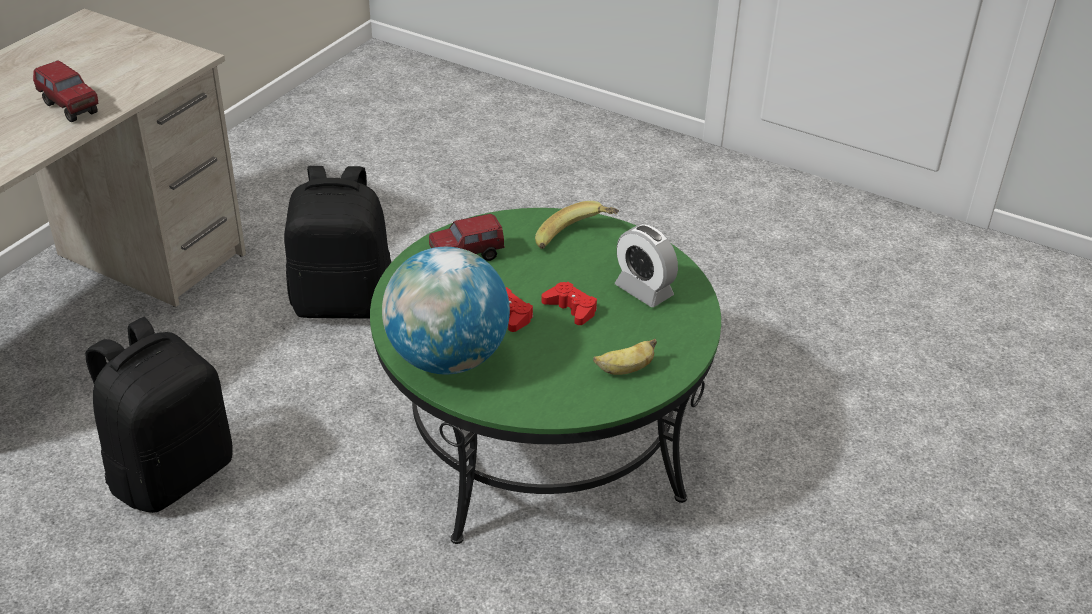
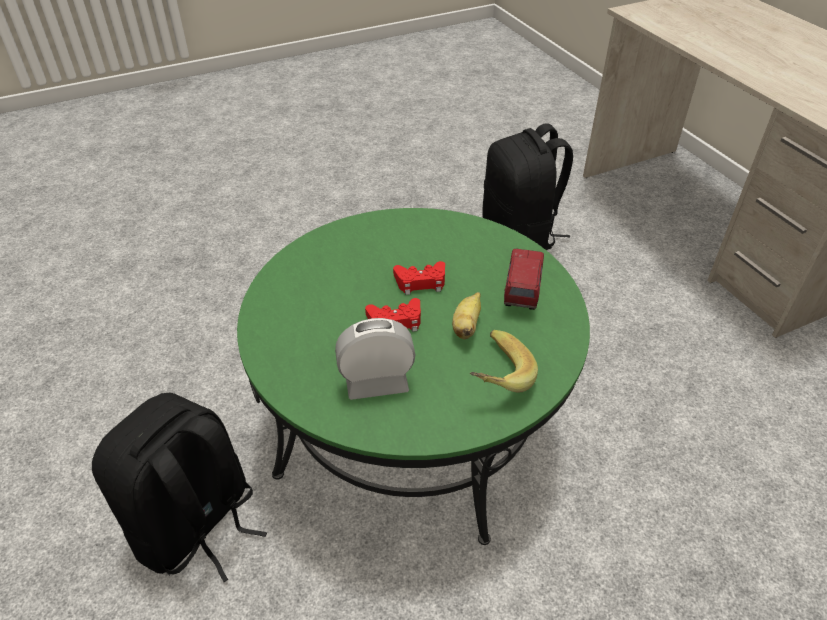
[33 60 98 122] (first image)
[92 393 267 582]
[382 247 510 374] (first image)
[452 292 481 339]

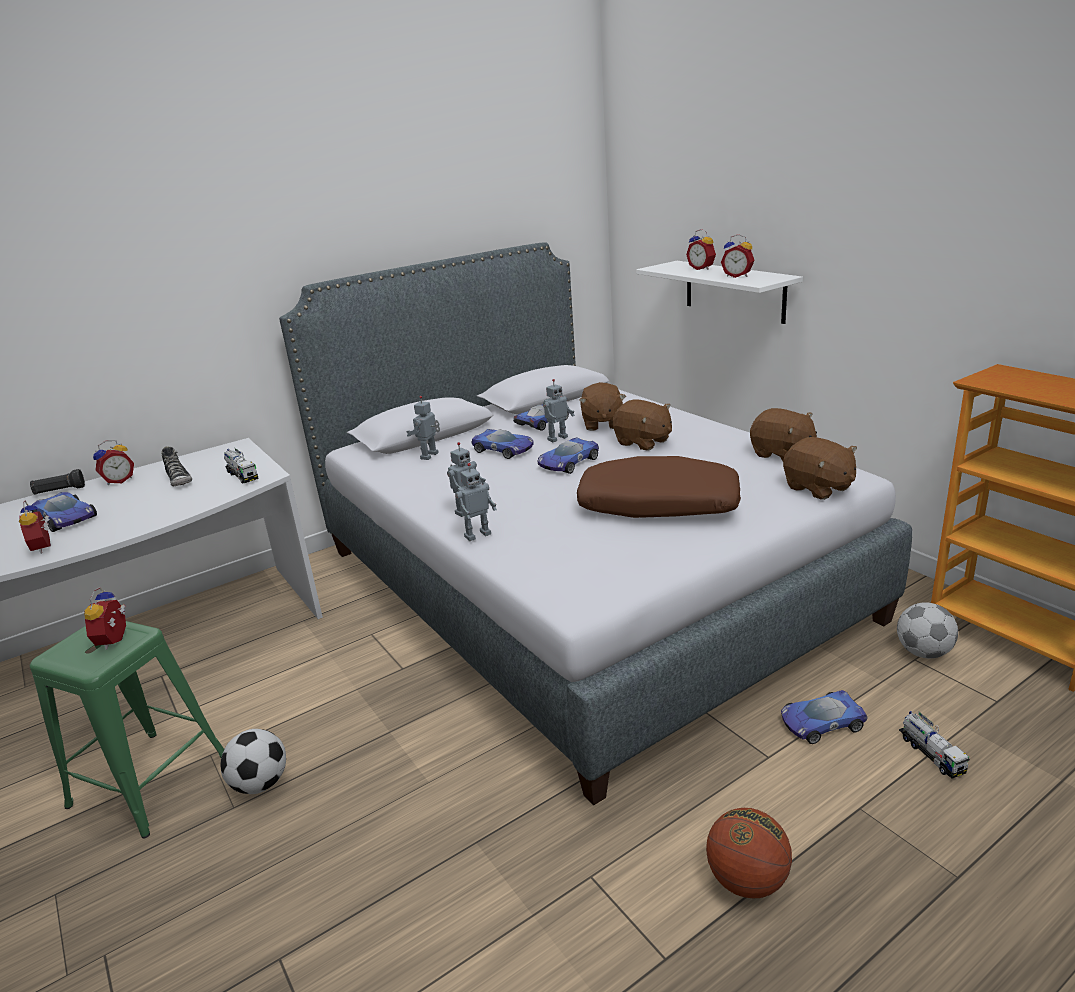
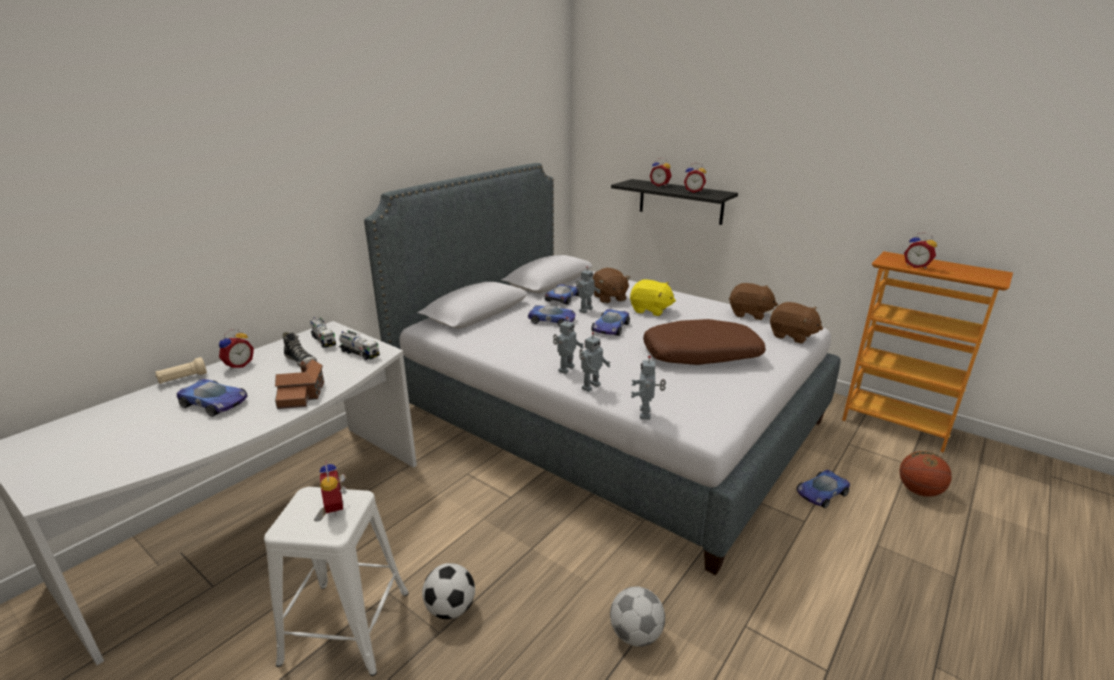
[611 179 738 225]
[631 356 666 420]
[630 280 676 316]
[155 357 207 384]
[904 233 937 269]
[610 586 665 647]
[264 487 409 676]
[310 317 336 348]
[899 451 952 497]
[275 359 324 409]

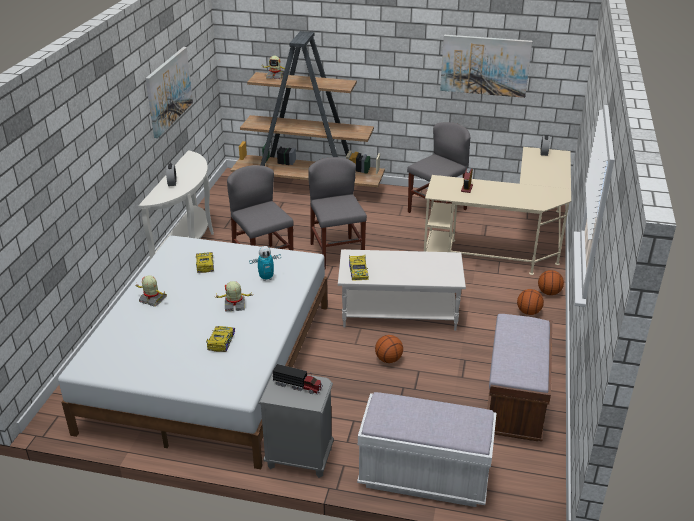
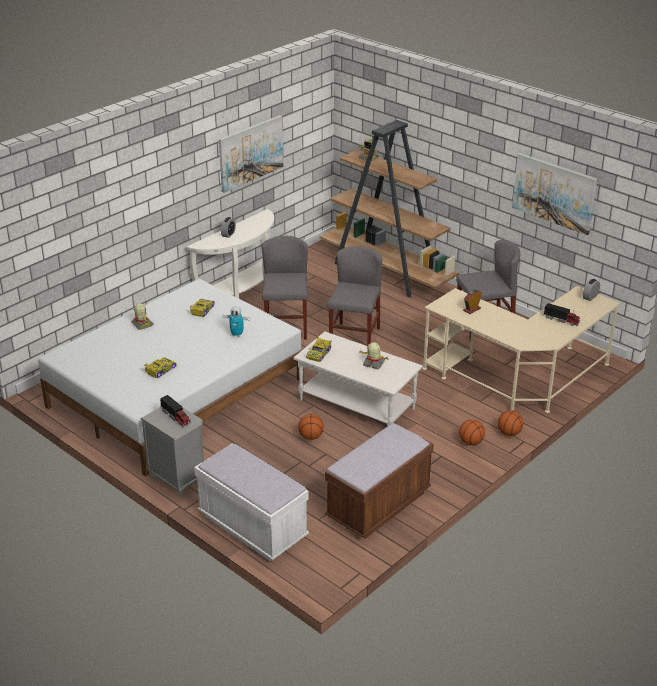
[359 342 388 370]
[544 303 581 326]

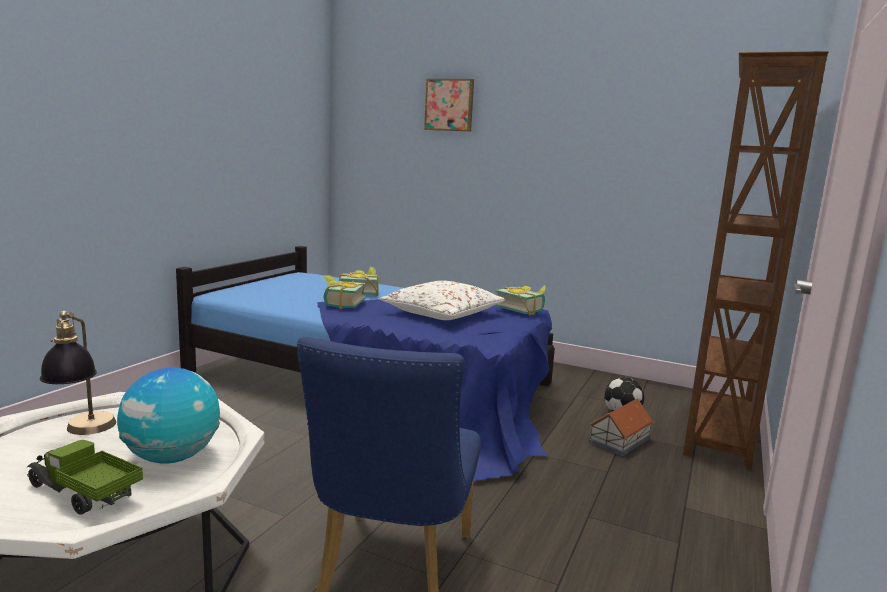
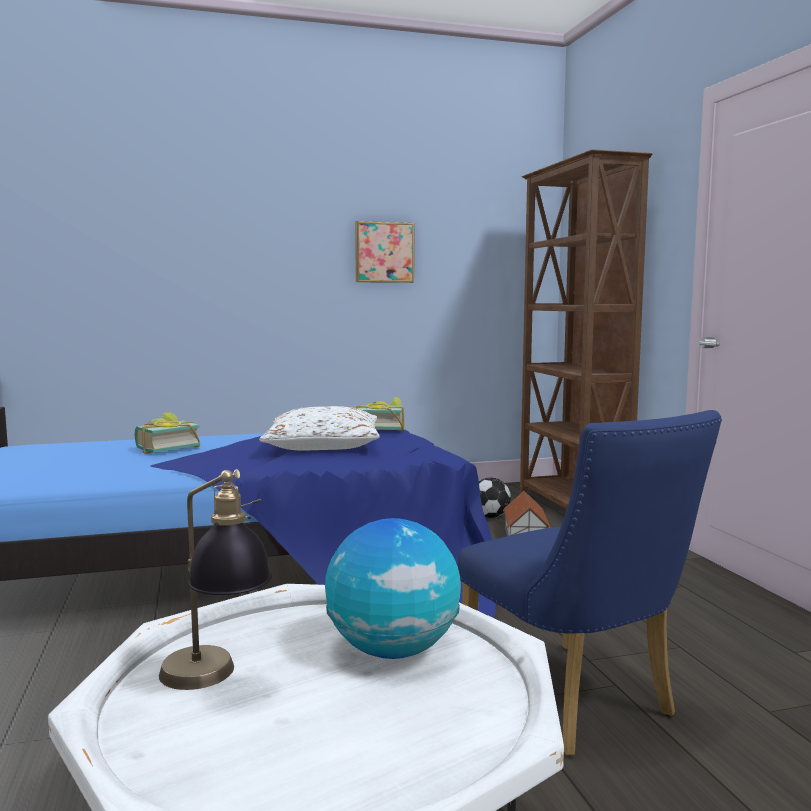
[355 221 414 283]
[323 275 366 309] (first image)
[26 440 143 515] (first image)

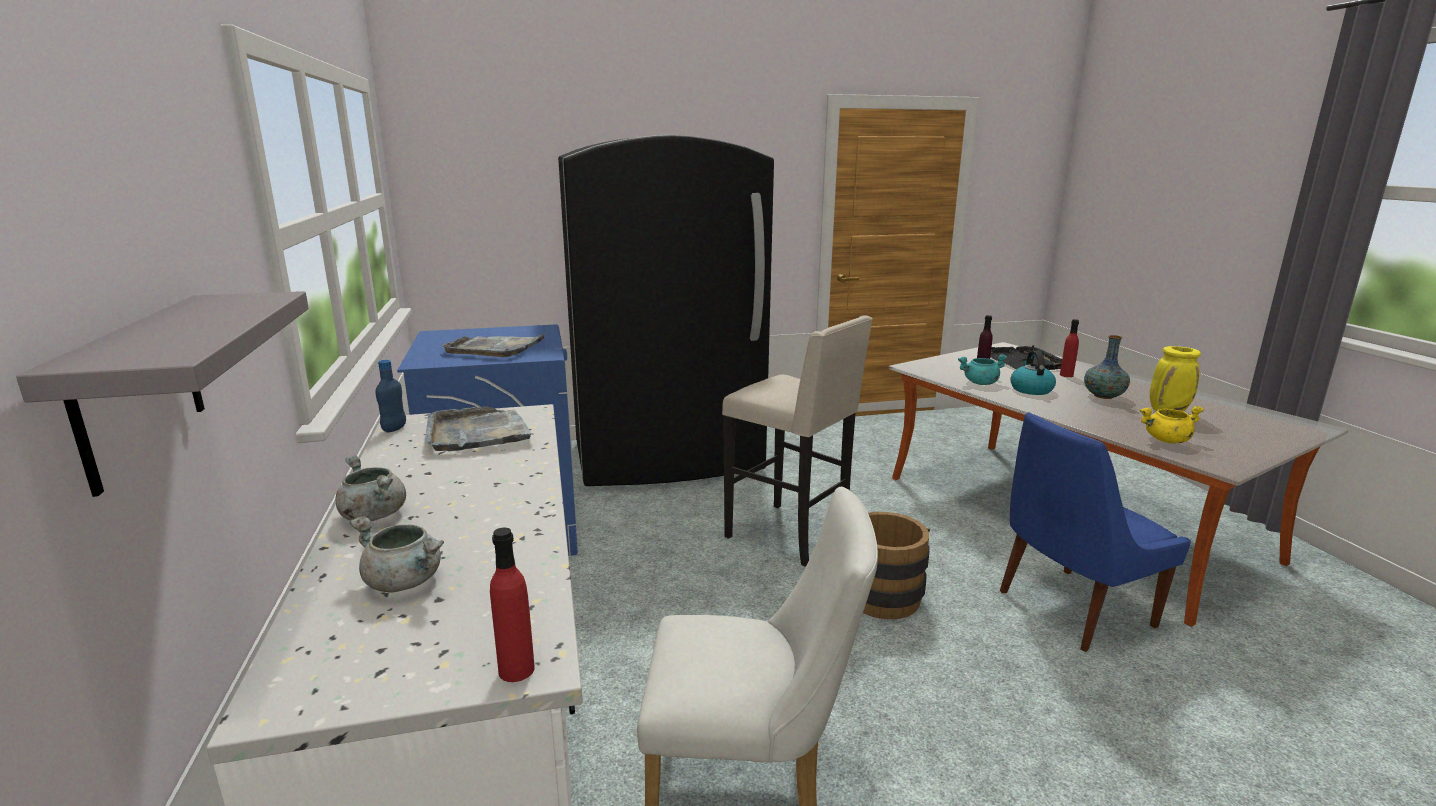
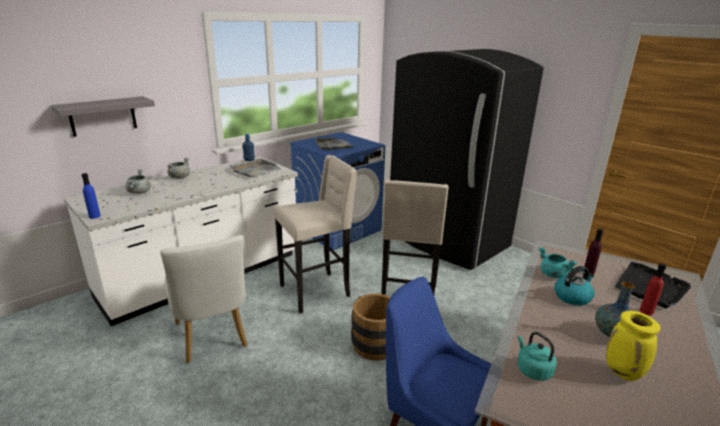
[517 332 557 381]
[81 173 101 219]
[274 155 357 314]

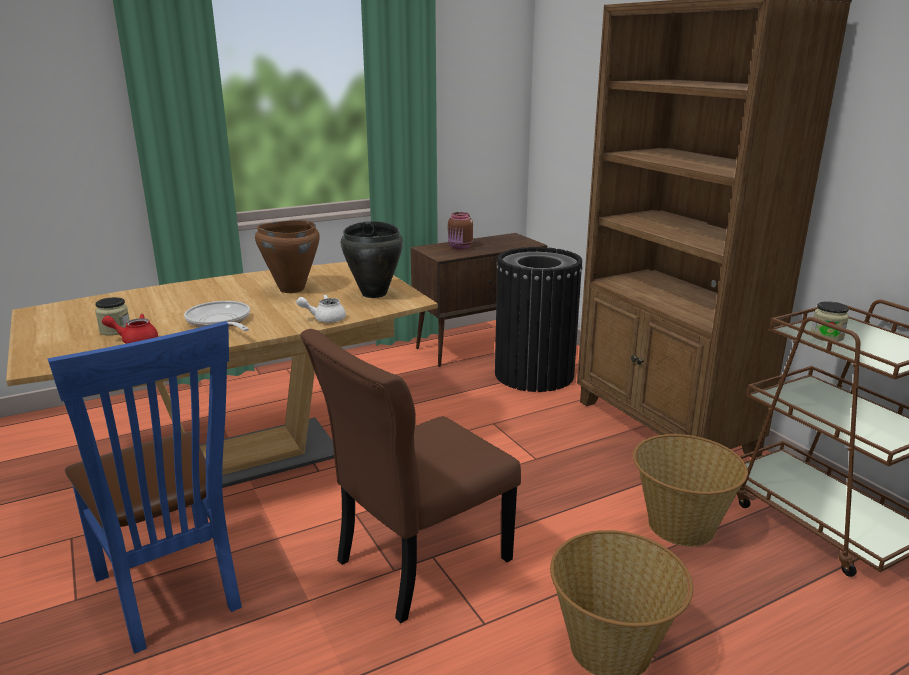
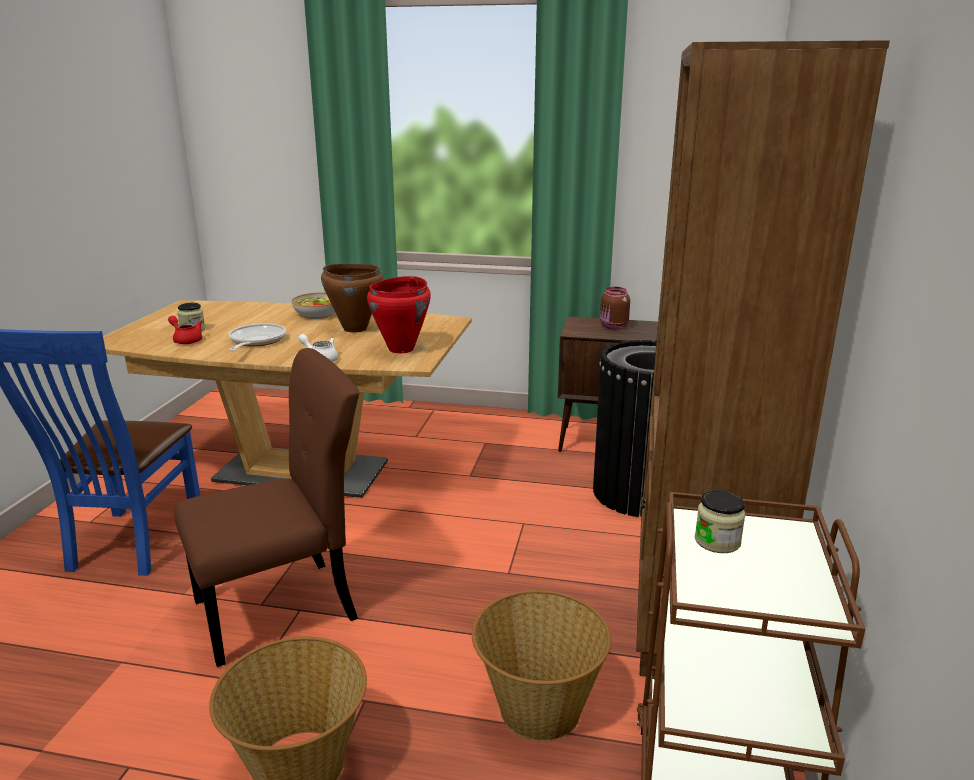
[367 276 431 353]
[174 348 359 667]
[292 292 335 319]

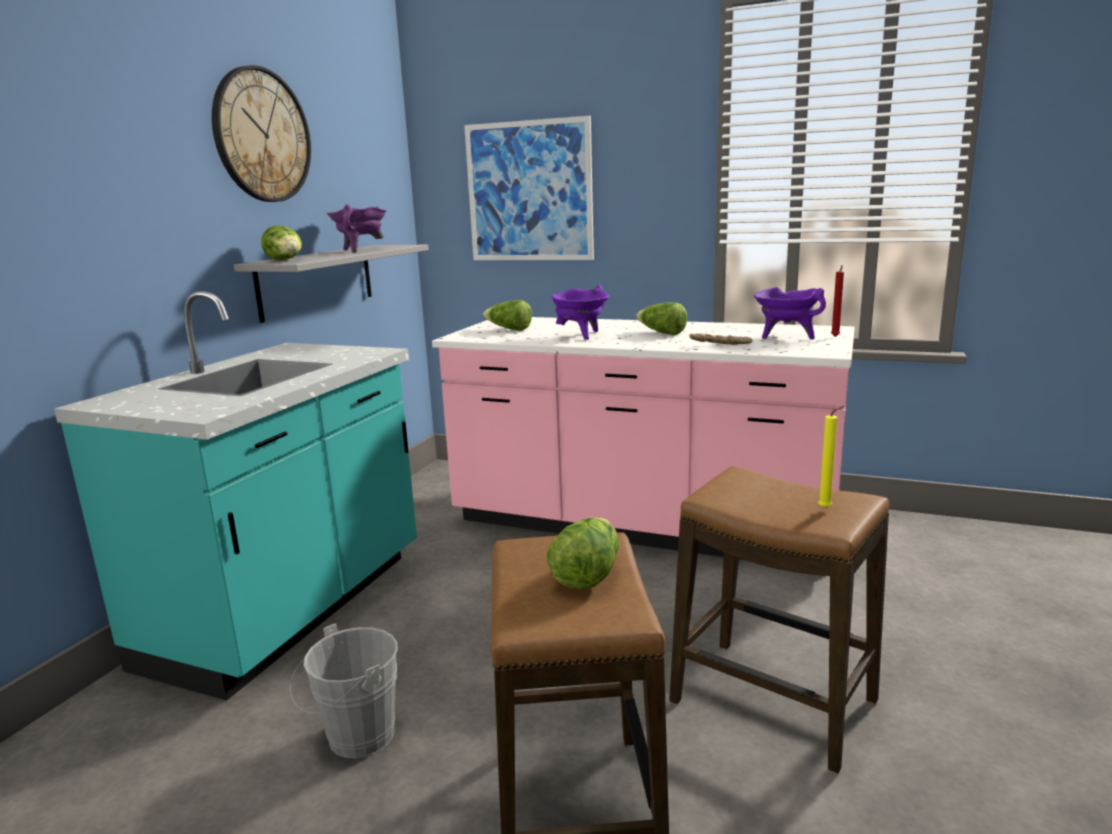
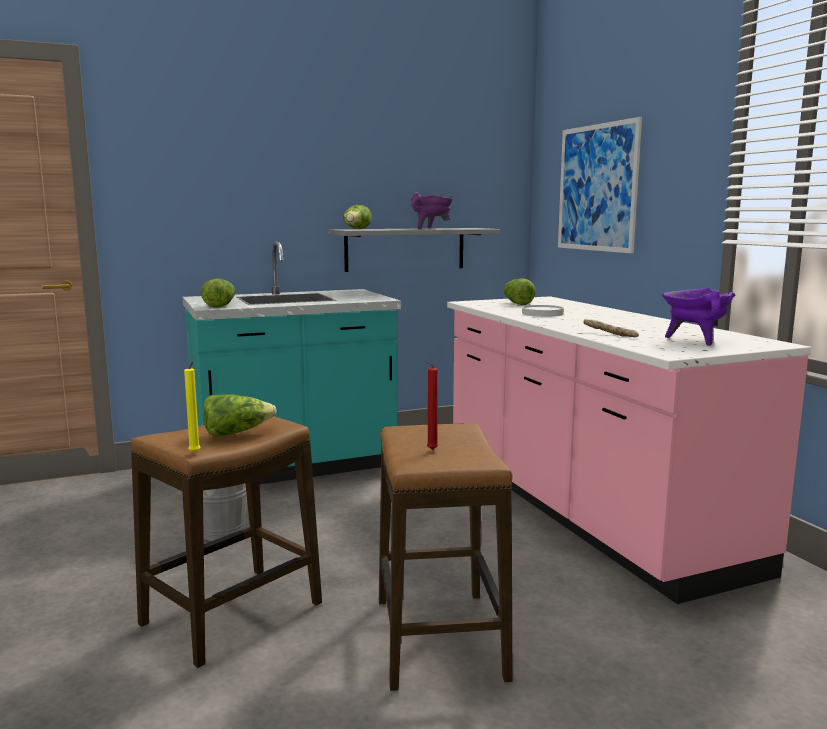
[212 65 311 202] (first image)
[425 361 438 450]
[522 305 564 317]
[201 279 235 308]
[184 361 200 453]

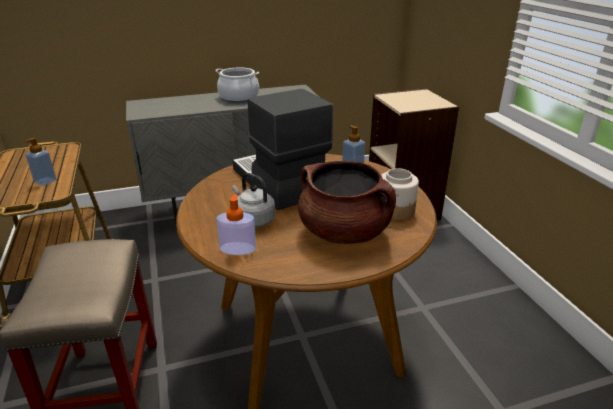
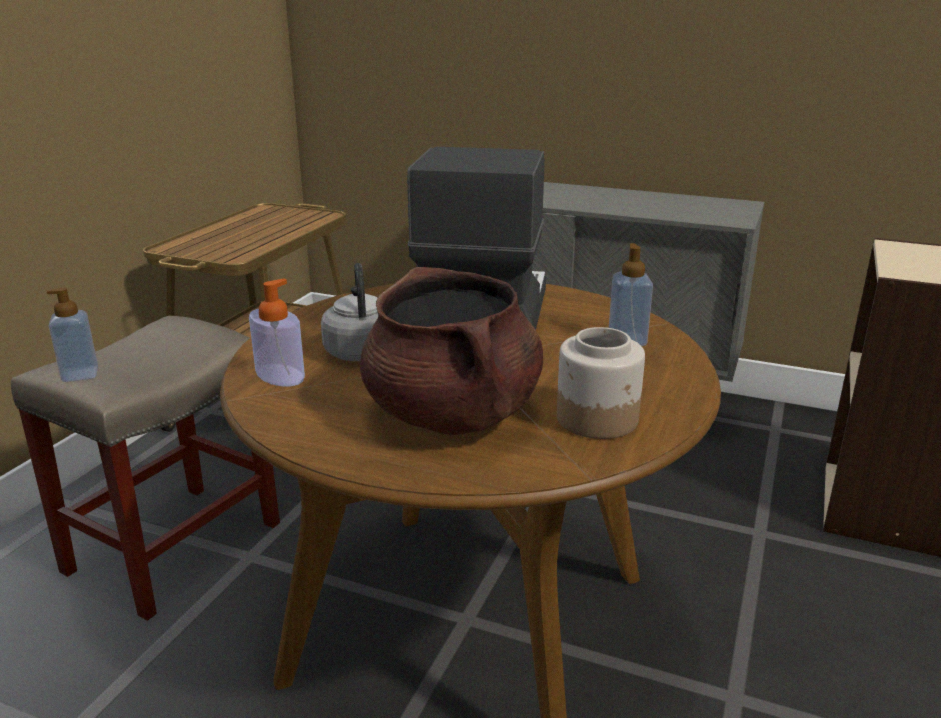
[215 68 259 103] (first image)
[46 288 98 382]

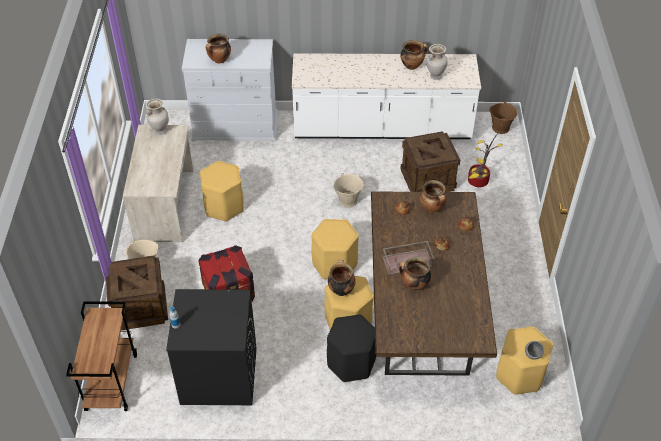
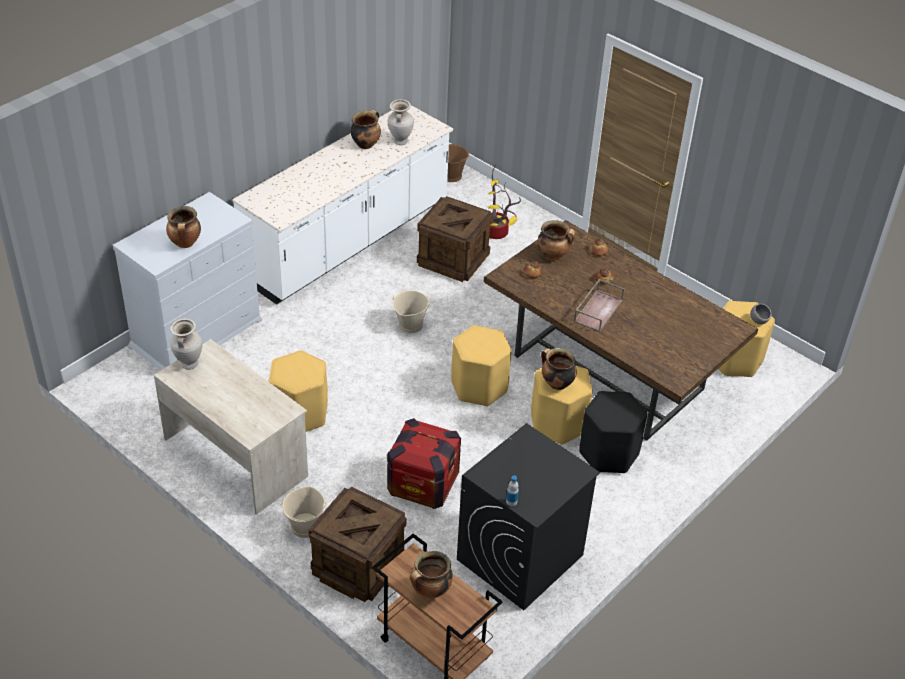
[410 551 453 598]

